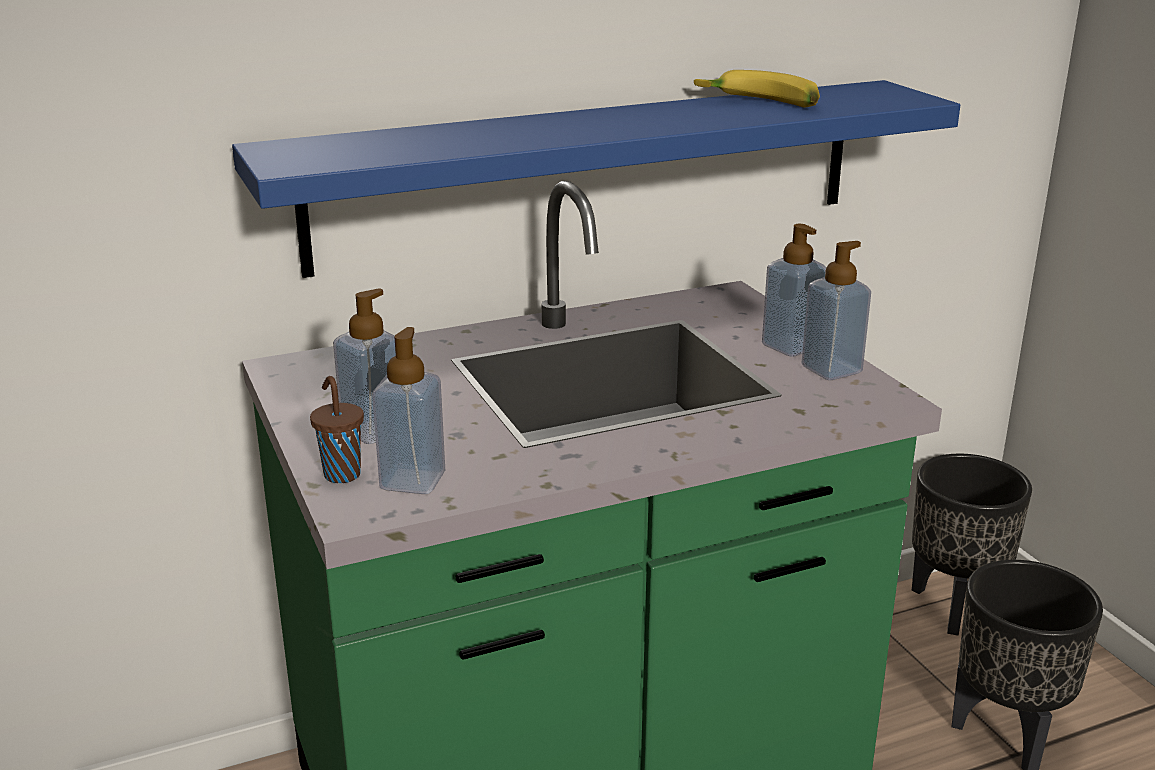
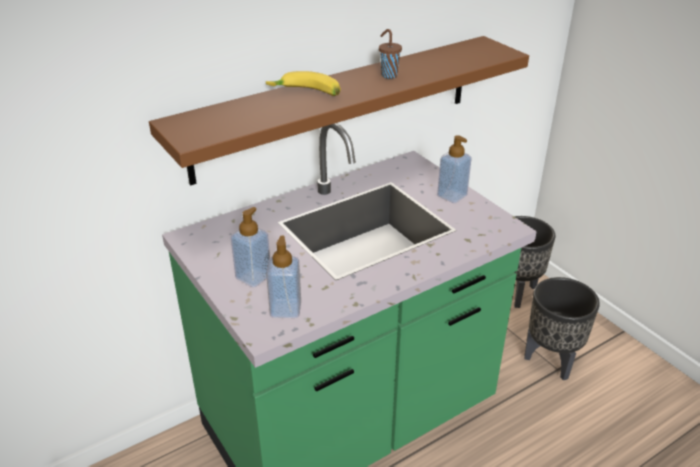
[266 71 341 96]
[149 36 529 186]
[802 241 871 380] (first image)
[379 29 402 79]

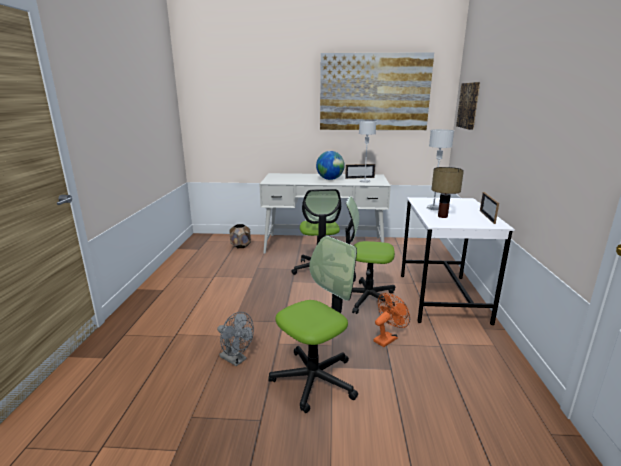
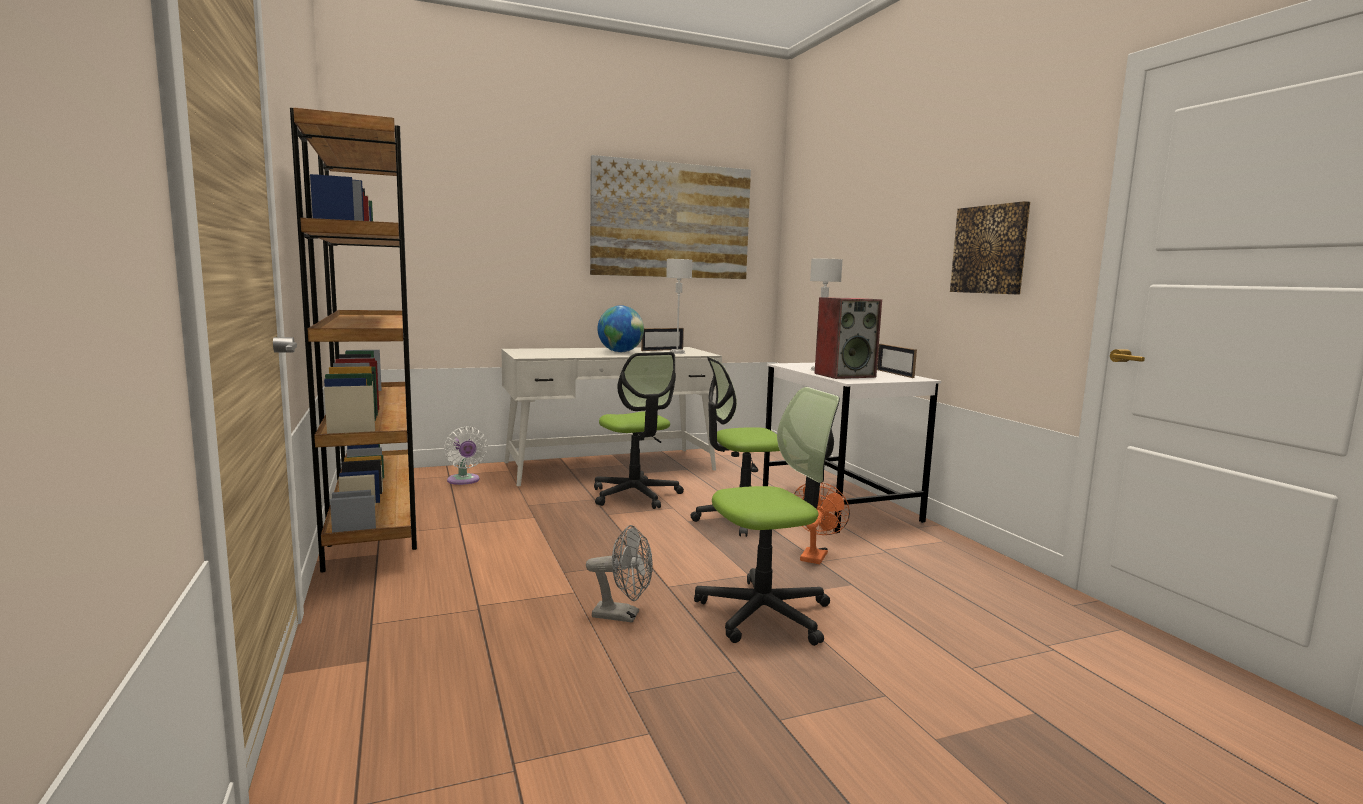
[950 201 1030 295]
[815 297 882 379]
[444 426 488 485]
[694 387 840 646]
[290 108 417 573]

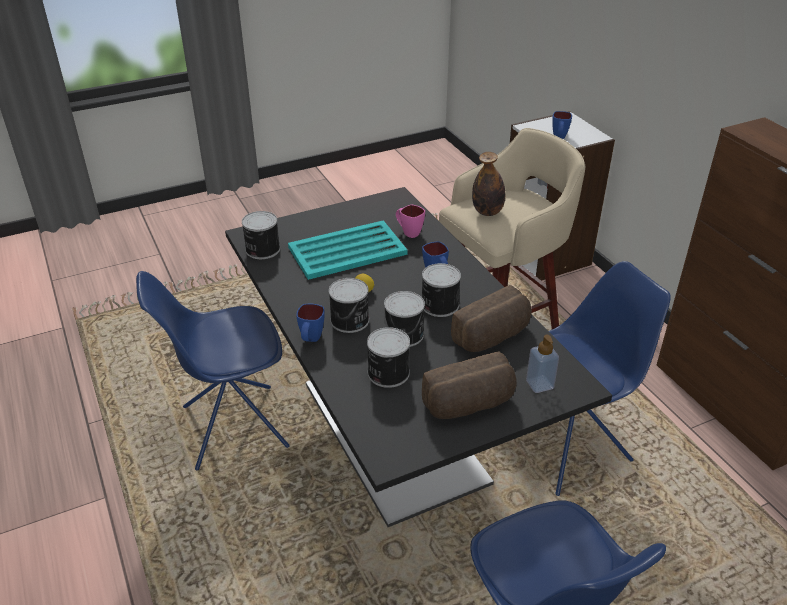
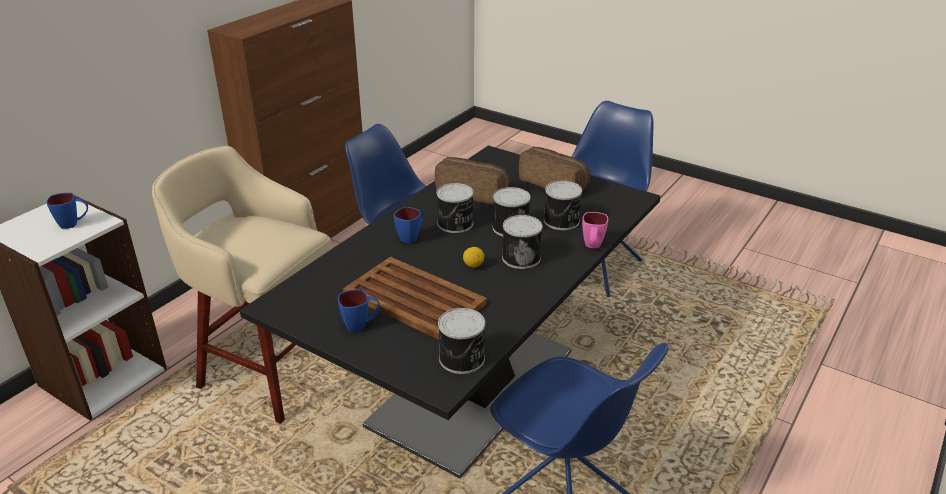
[472 152 505 216] (first image)
[582 212 608 248]
[343 257 487 340]
[338 289 380 332]
[526 335 559 393] (first image)

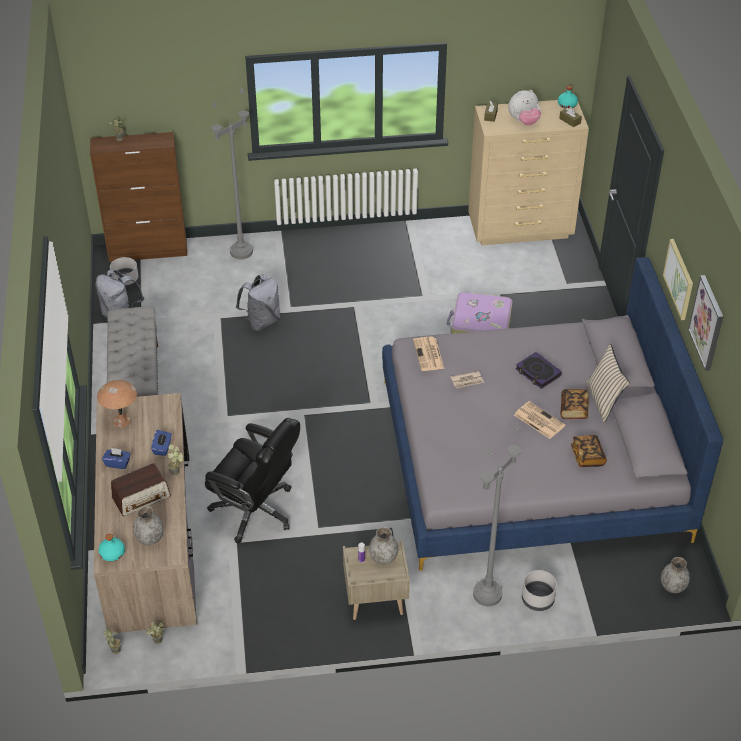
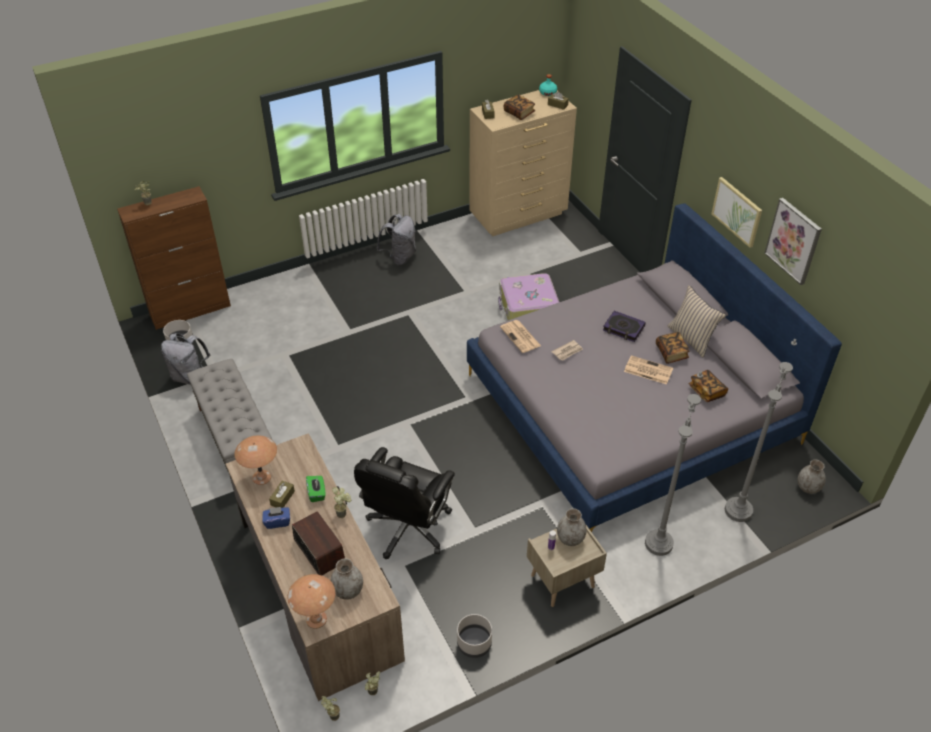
[725 339 797 522]
[504 94 535 120]
[377 214 416 265]
[354 447 455 559]
[306 476 325 502]
[292 511 345 575]
[287 574 336 629]
[457 614 492 658]
[269 481 295 508]

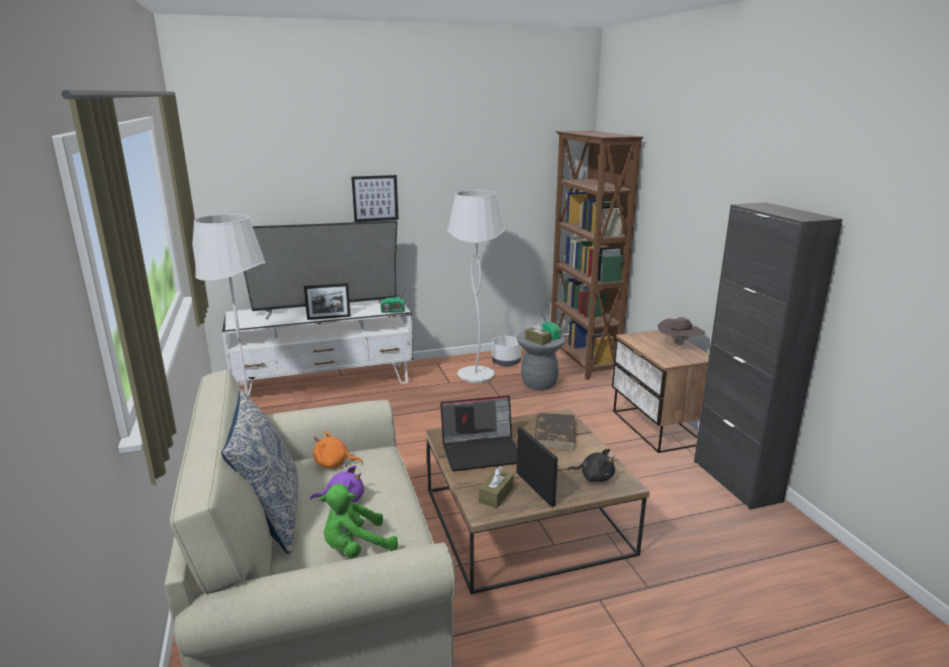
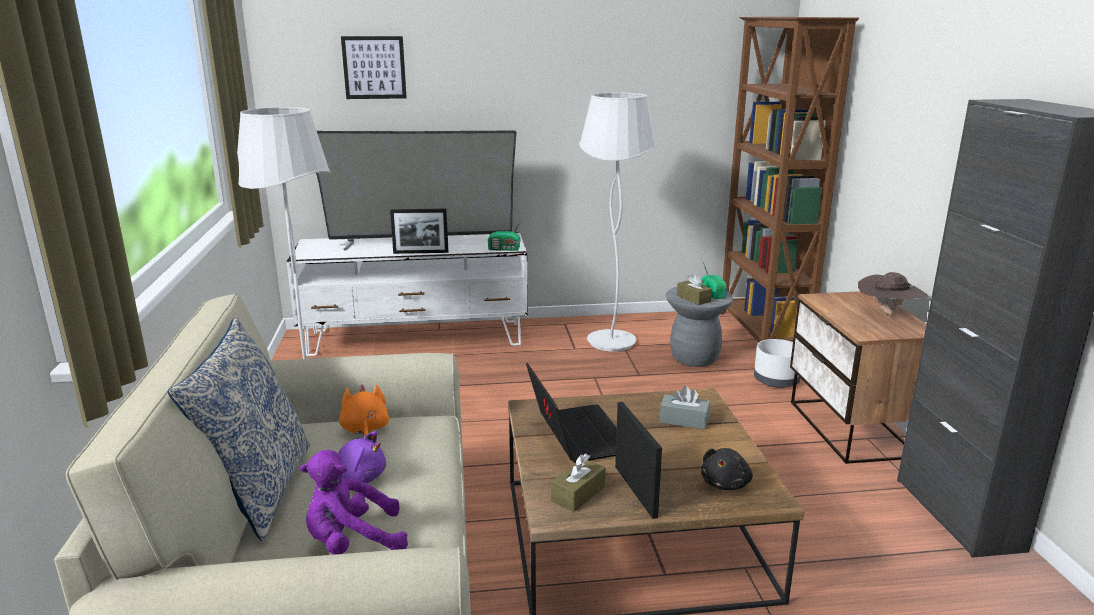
[341 36 407 99]
[754 339 801 388]
[526 362 617 463]
[660 386 710 429]
[339 384 389 439]
[701 448 753 490]
[300 450 408 555]

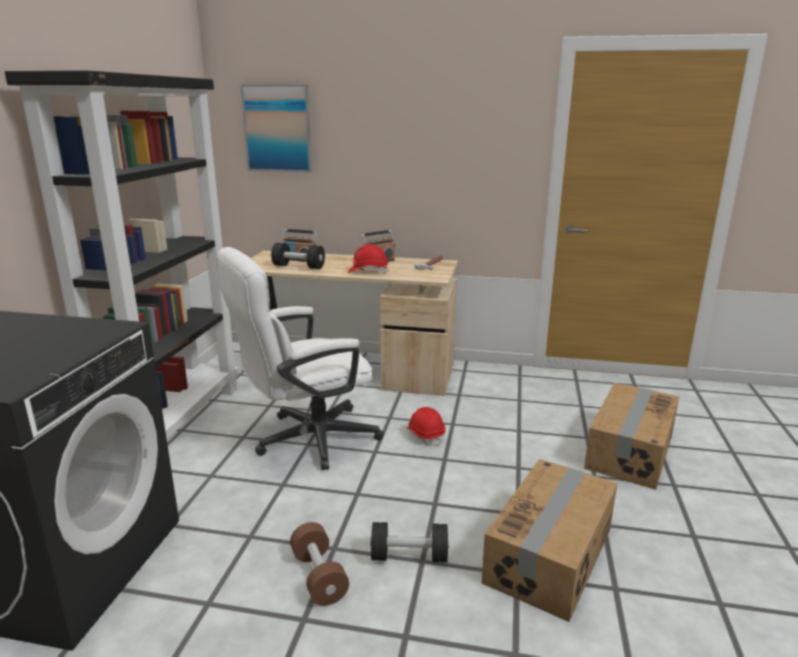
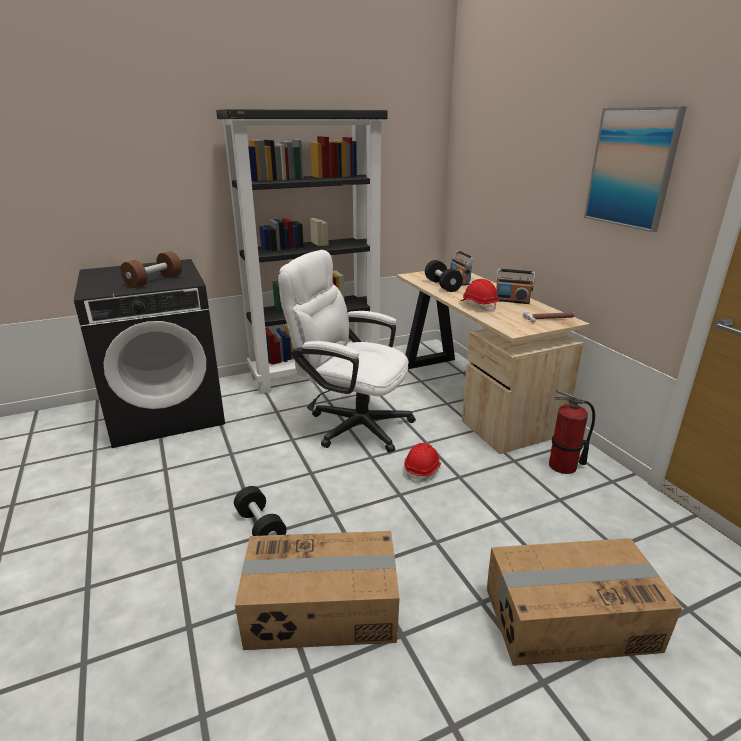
[584 106 687 232]
[120 251 182 288]
[549 390 595 474]

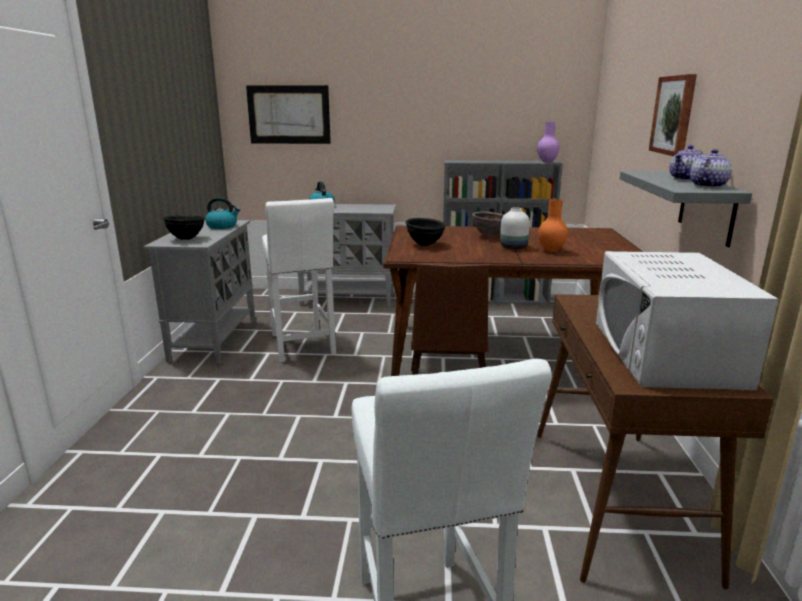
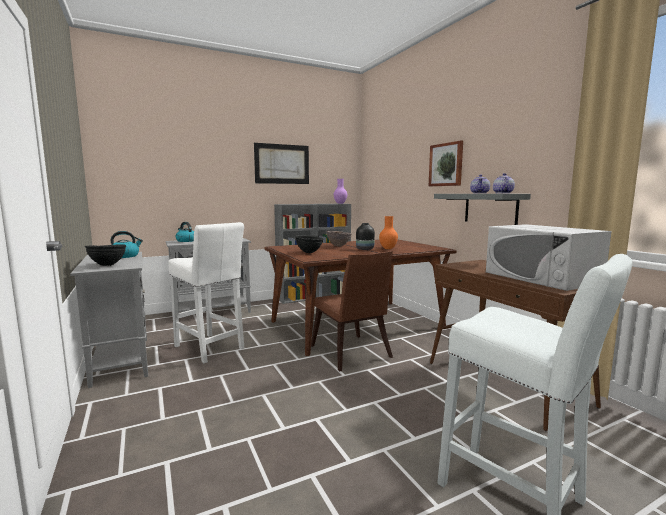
[254 143 309 184]
[356 223 375 250]

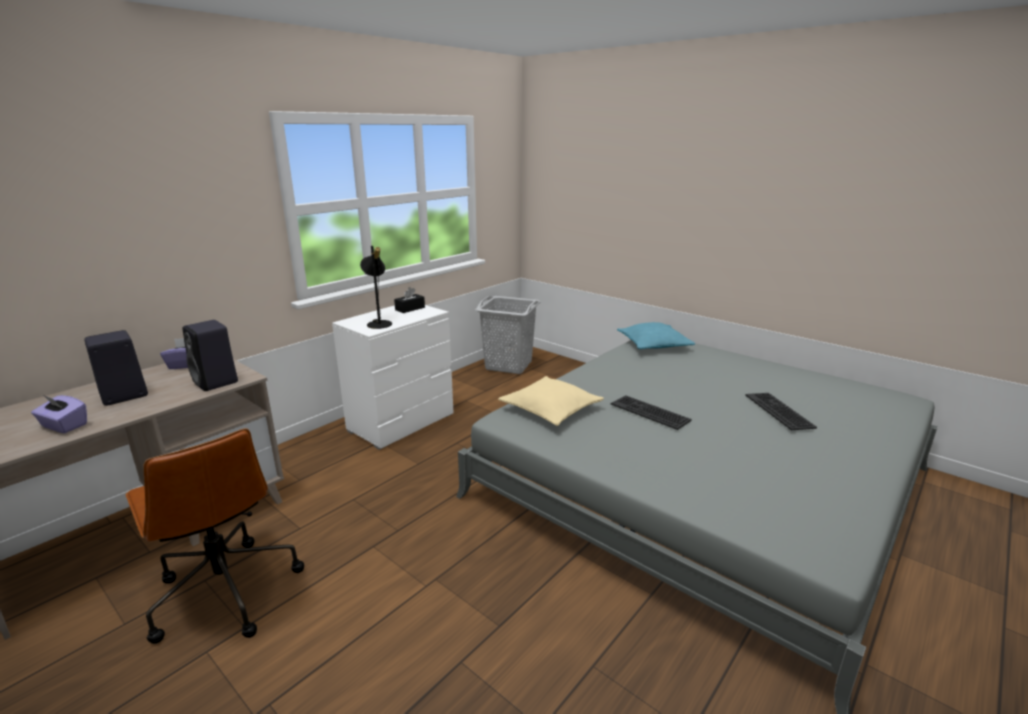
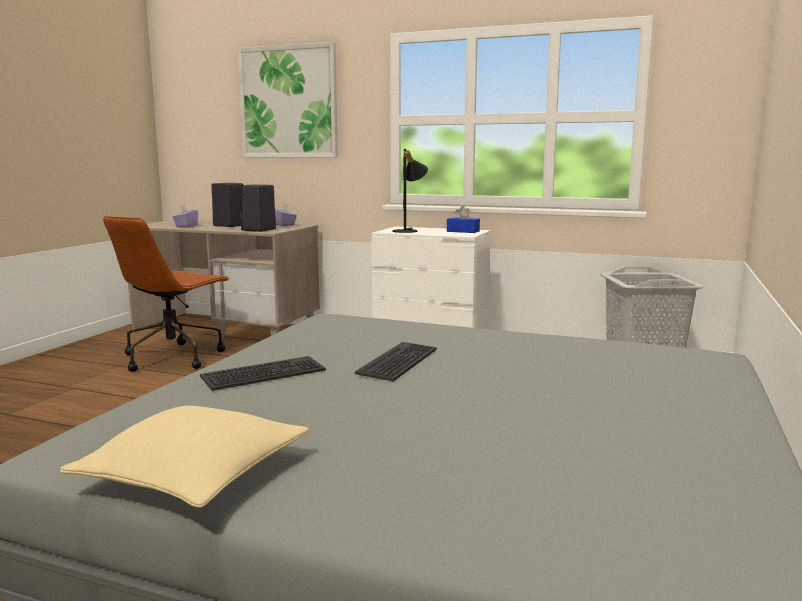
[447 206 480 233]
[617 322 696 349] (first image)
[60 405 309 508]
[200 356 326 391]
[237 42 338 157]

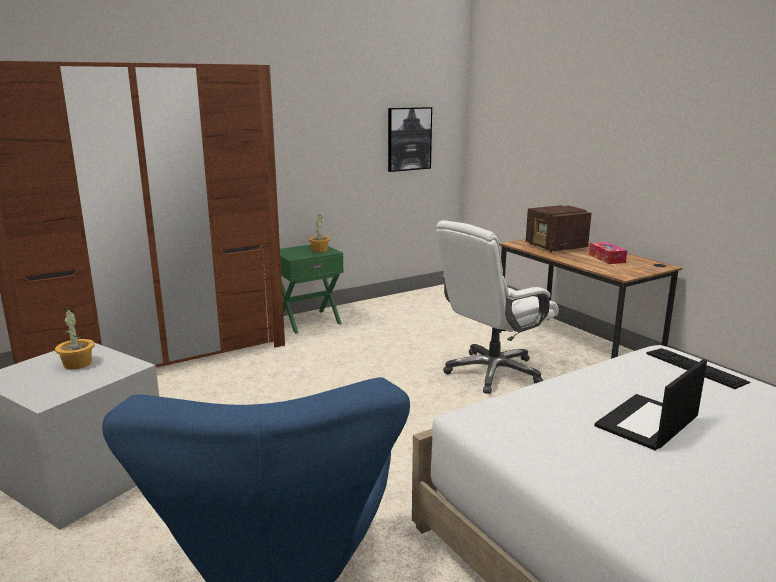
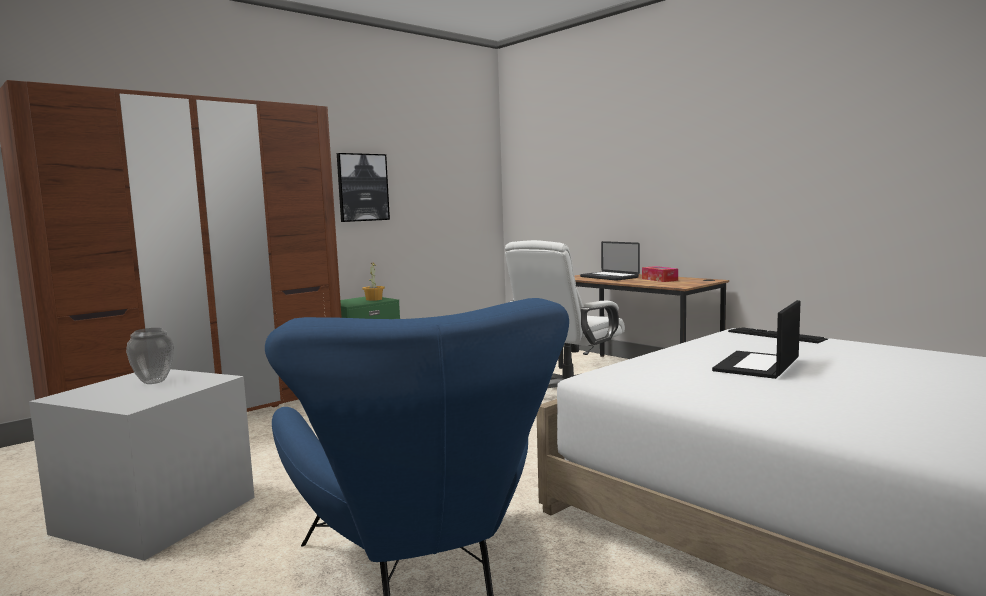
[337 153 390 222]
[580 241 640 281]
[126 328 174 384]

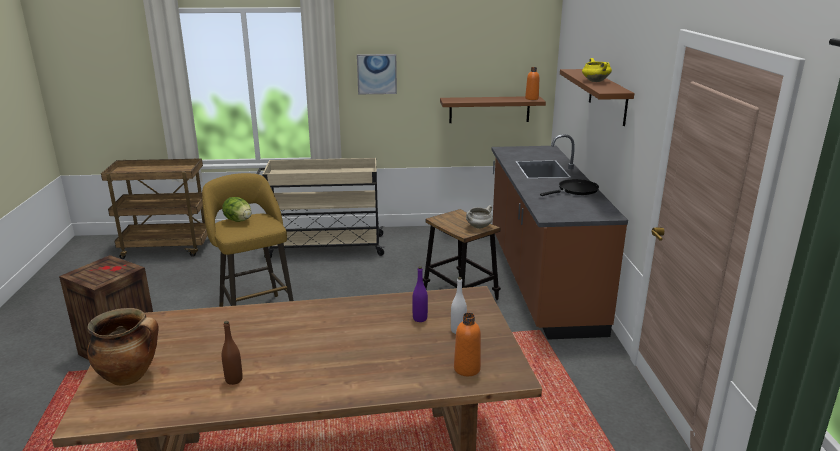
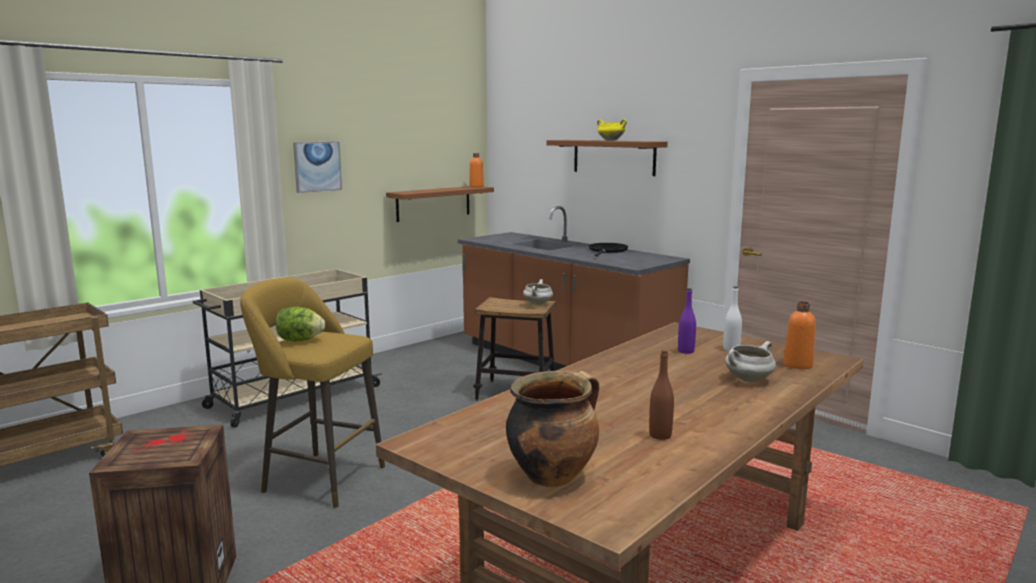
[725 341 776 382]

